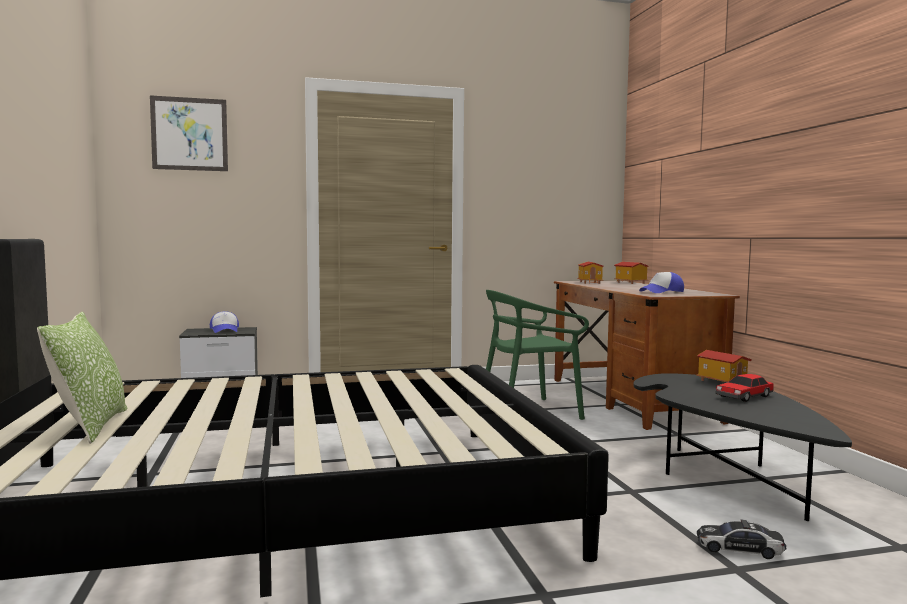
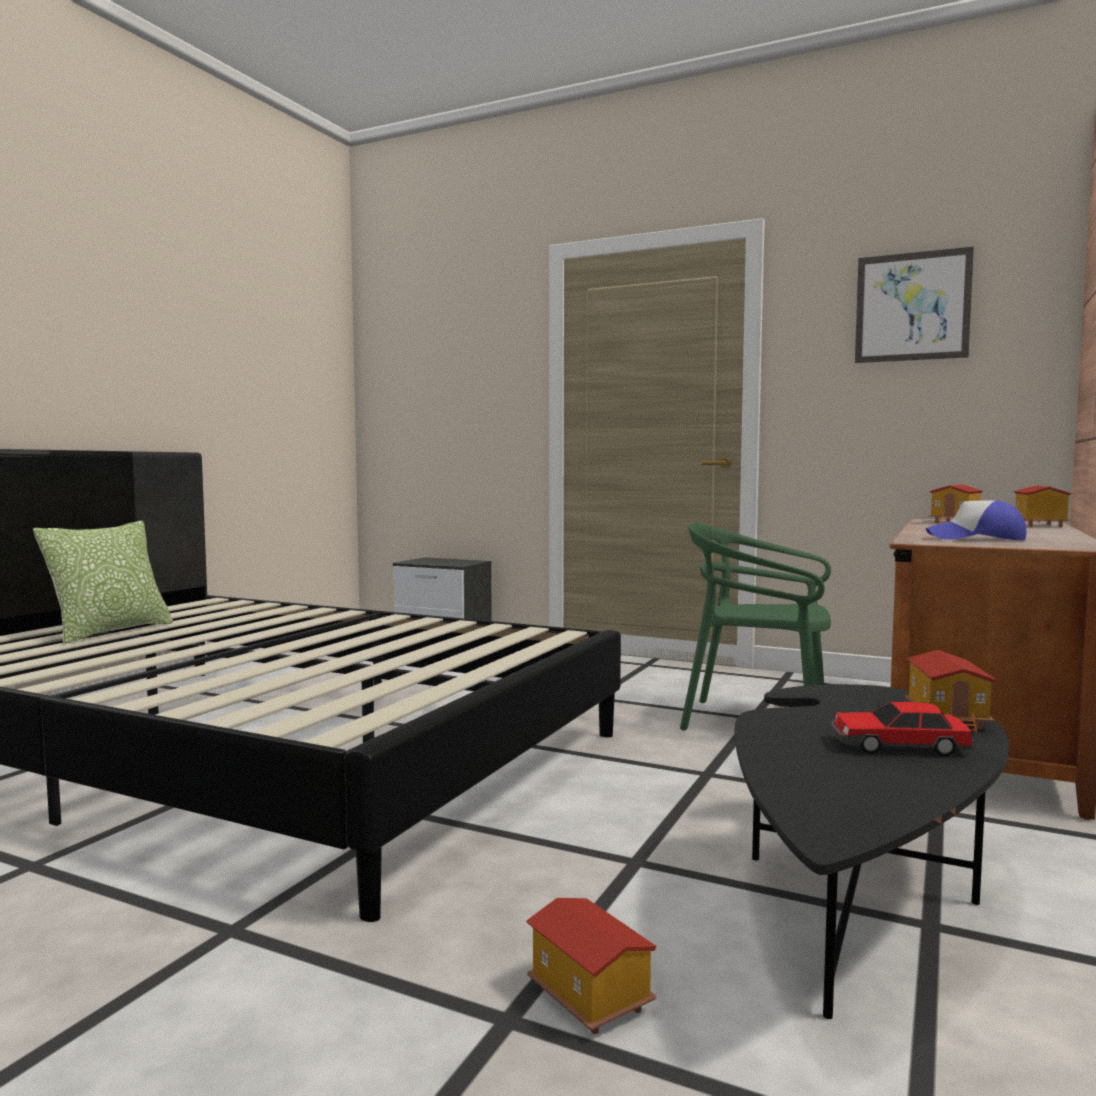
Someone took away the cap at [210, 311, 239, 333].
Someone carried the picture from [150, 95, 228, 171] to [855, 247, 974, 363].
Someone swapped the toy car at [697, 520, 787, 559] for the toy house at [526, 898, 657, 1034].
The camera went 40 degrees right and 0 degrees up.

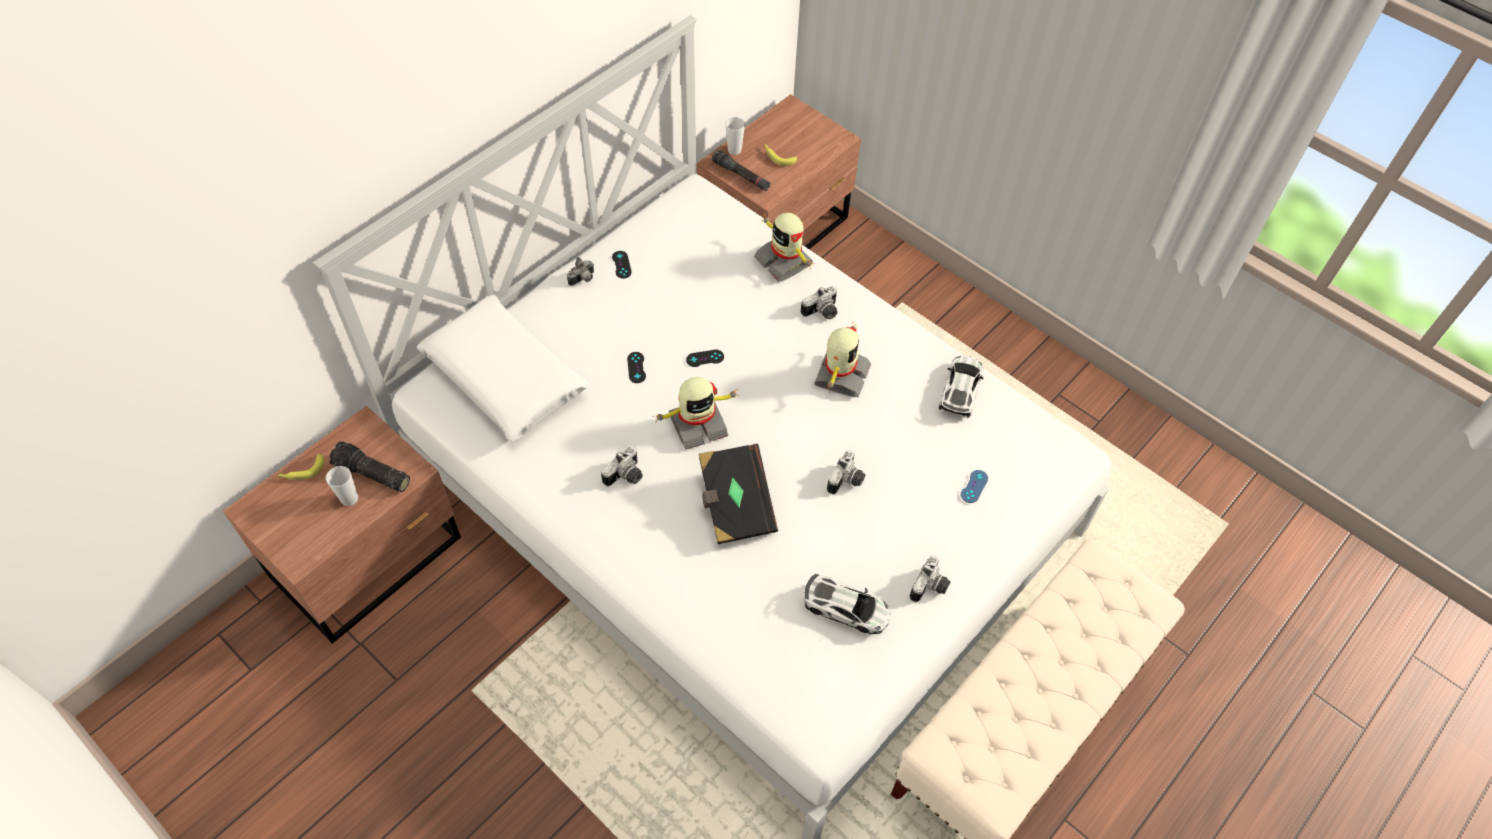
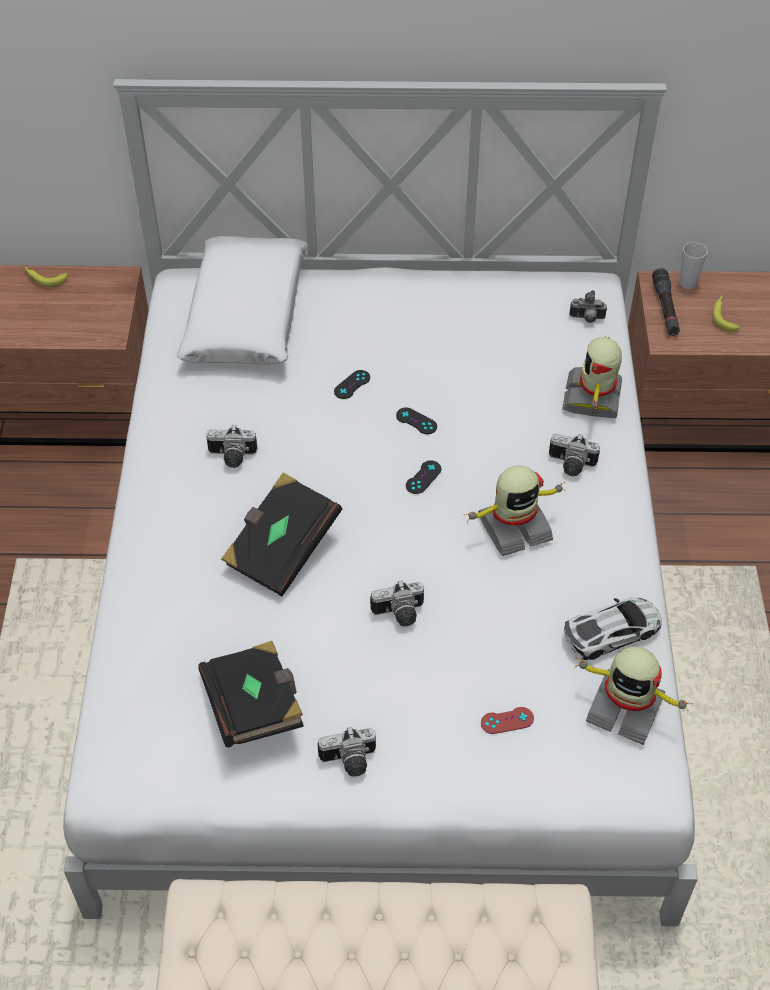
Someone took away the drinking cup at [326, 466, 358, 506].
Someone took away the torch at [329, 442, 410, 492].
Someone carried the photo camera from [567, 257, 594, 286] to [569, 290, 607, 323].
Someone carried the blackish joypad from [612, 251, 632, 279] to [406, 460, 441, 494].
Someone carried the model robot from [653, 377, 739, 449] to [574, 647, 693, 745].
Someone swapped the toy car at [805, 574, 891, 634] for the blackish bound book at [198, 641, 304, 748].
Someone repainted the blue-coloured joypad at [961, 470, 988, 503], which became the red joypad at [481, 707, 534, 734].
The camera went 50 degrees right and 5 degrees down.

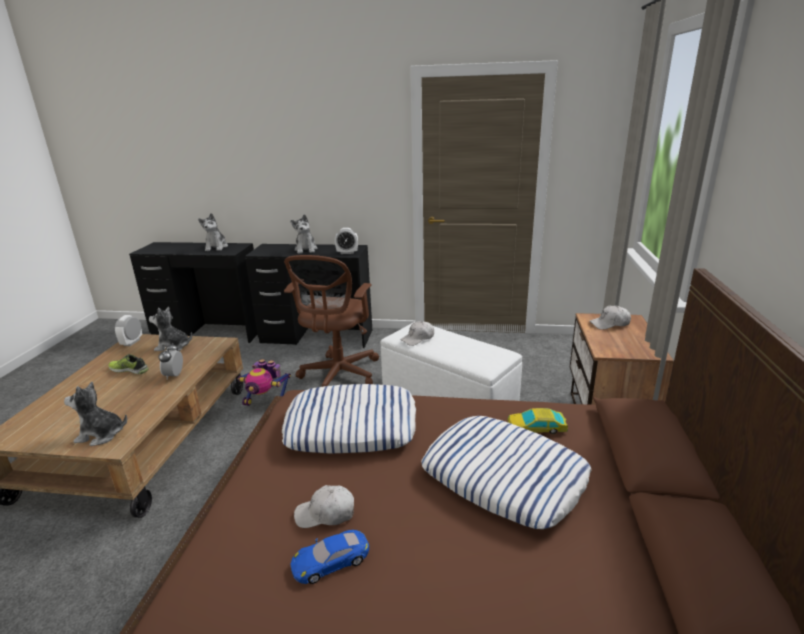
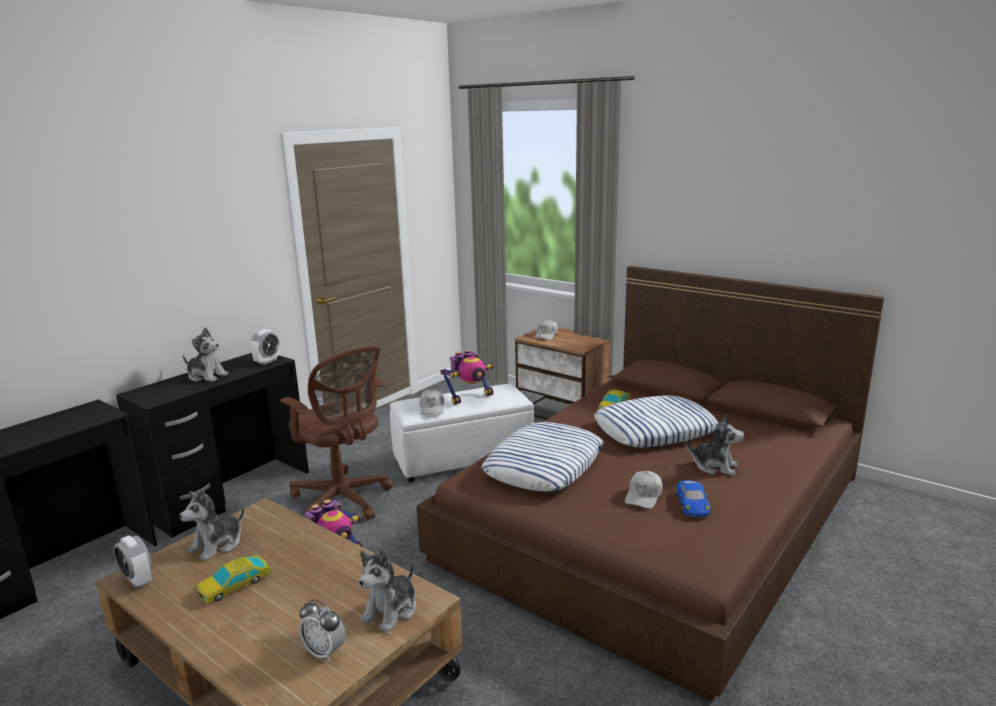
Someone put down the model robot at [440, 350, 493, 405].
Someone carried the alarm clock from [159, 342, 183, 380] to [299, 599, 346, 662].
Someone carried the plush toy from [198, 213, 228, 251] to [686, 414, 744, 476].
Someone swapped the shoe at [108, 354, 149, 374] for the toy car at [197, 556, 272, 604].
The camera went 60 degrees left and 5 degrees down.

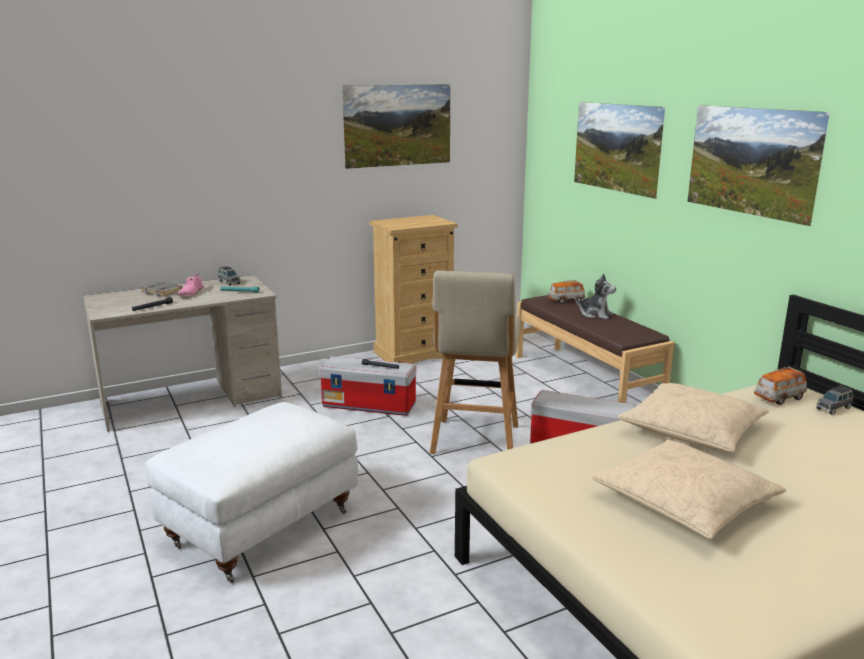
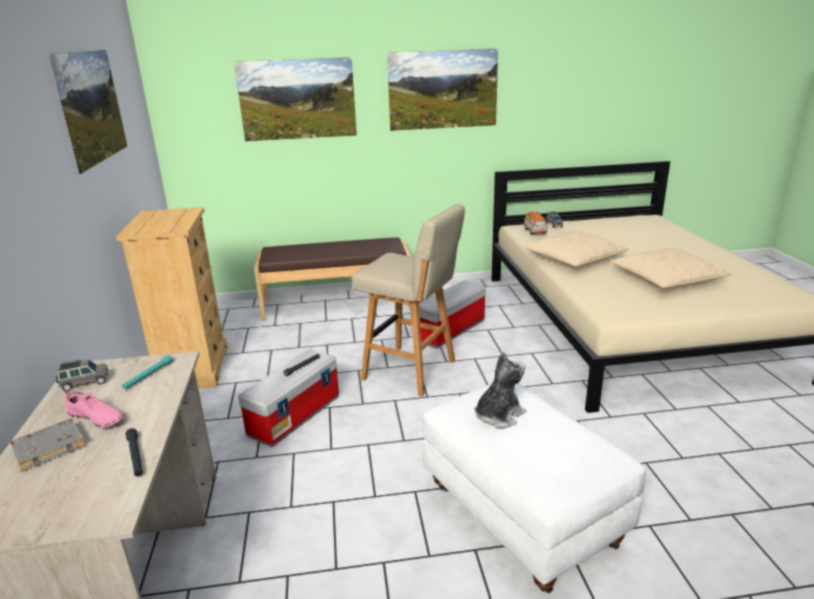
Someone took away the toy car at [548, 280, 586, 304].
Someone carried the plush toy from [575, 274, 616, 319] to [475, 352, 526, 428].
The camera went 70 degrees left and 5 degrees up.

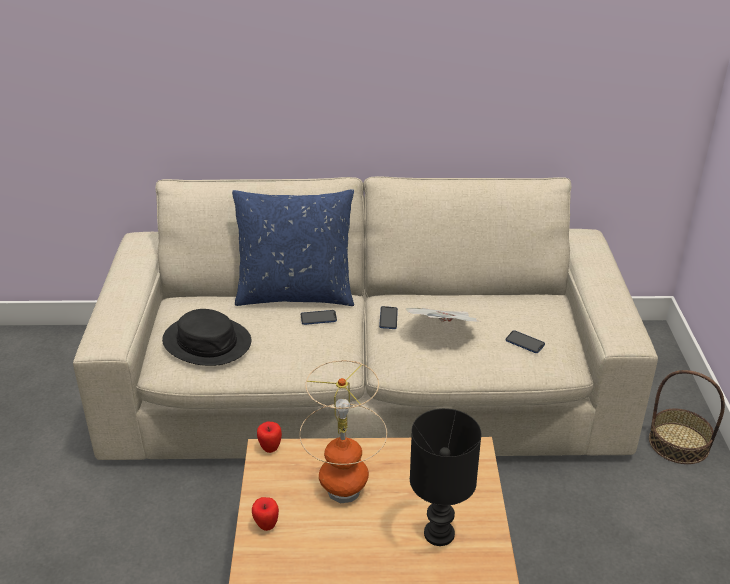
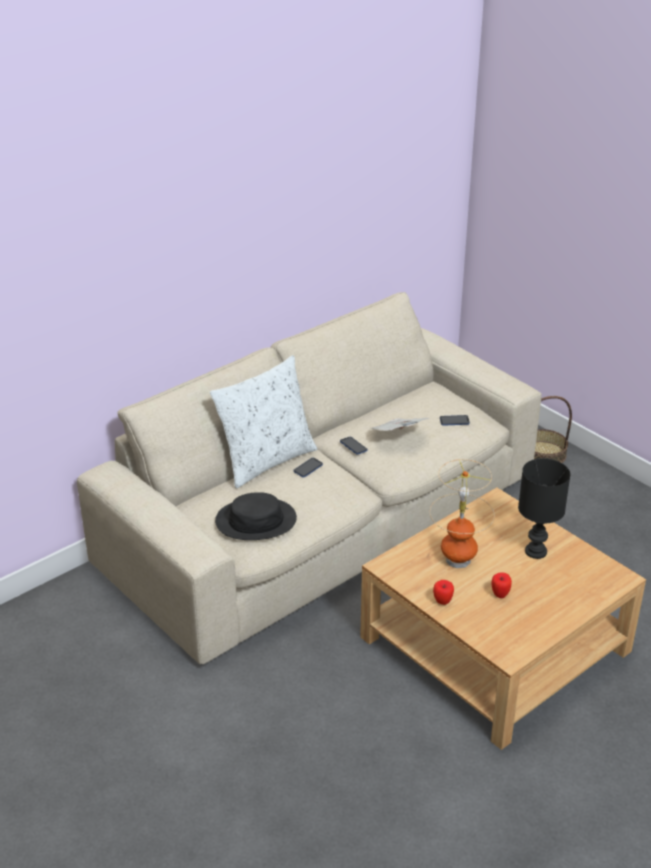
Someone carried the apple from [257, 421, 282, 453] to [491, 572, 512, 598].
Someone repainted the blue-coloured throw pillow at [232, 189, 354, 306], which became the white throw pillow at [210, 355, 317, 489].
The camera went 40 degrees left and 0 degrees up.

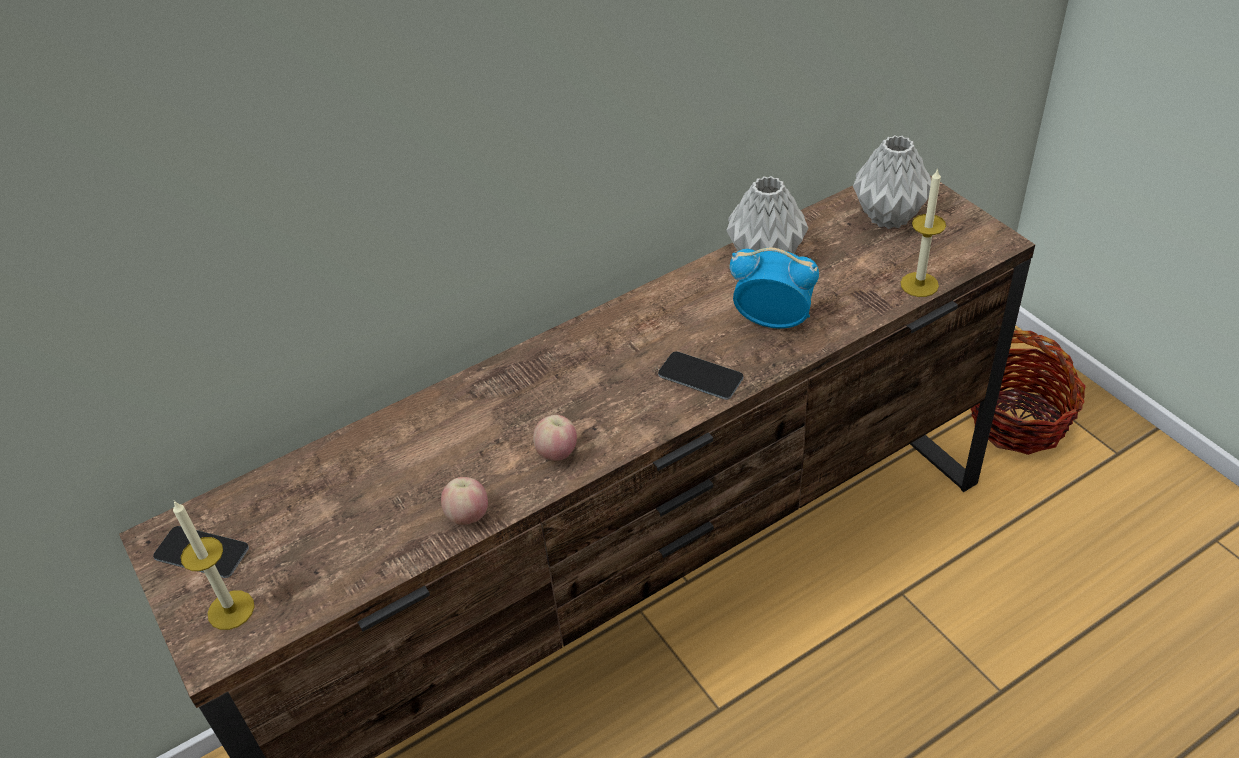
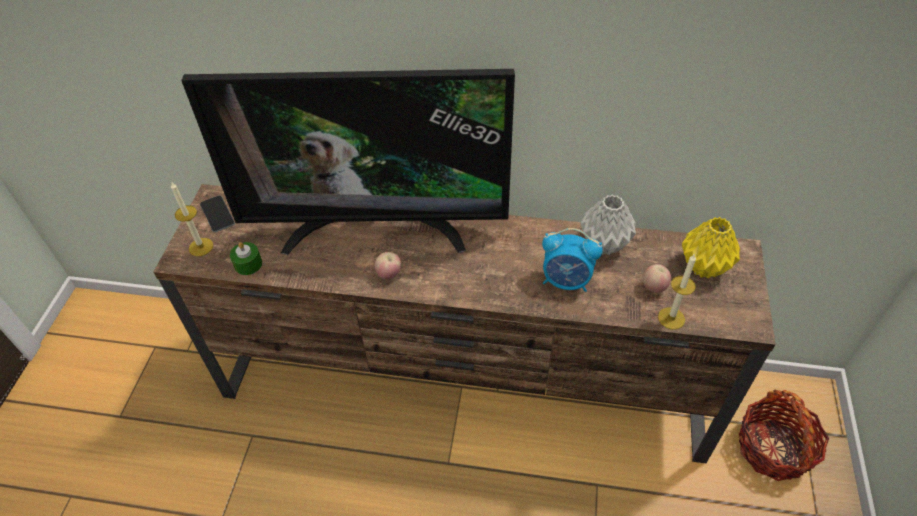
Someone took away the telephone at [658, 352, 744, 400].
Someone put down the television at [181, 69, 515, 255].
Someone put down the greenish wax light at [230, 242, 262, 275].
Someone carried the apple from [441, 477, 488, 525] to [643, 264, 671, 293].
Someone repainted the grey vase at [853, 135, 931, 229], which became the yellow vase at [682, 217, 740, 279].
Someone rotated the alarm clock at [730, 248, 819, 329] by 135 degrees clockwise.
The camera went 40 degrees right and 5 degrees up.

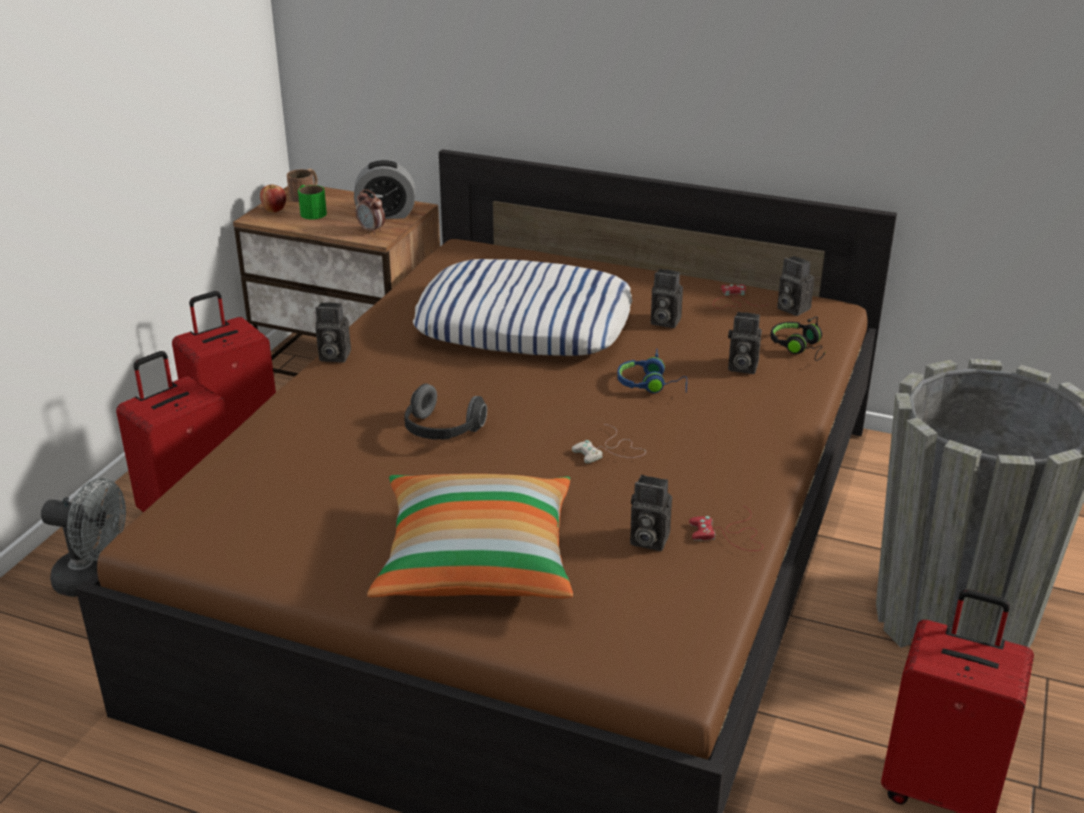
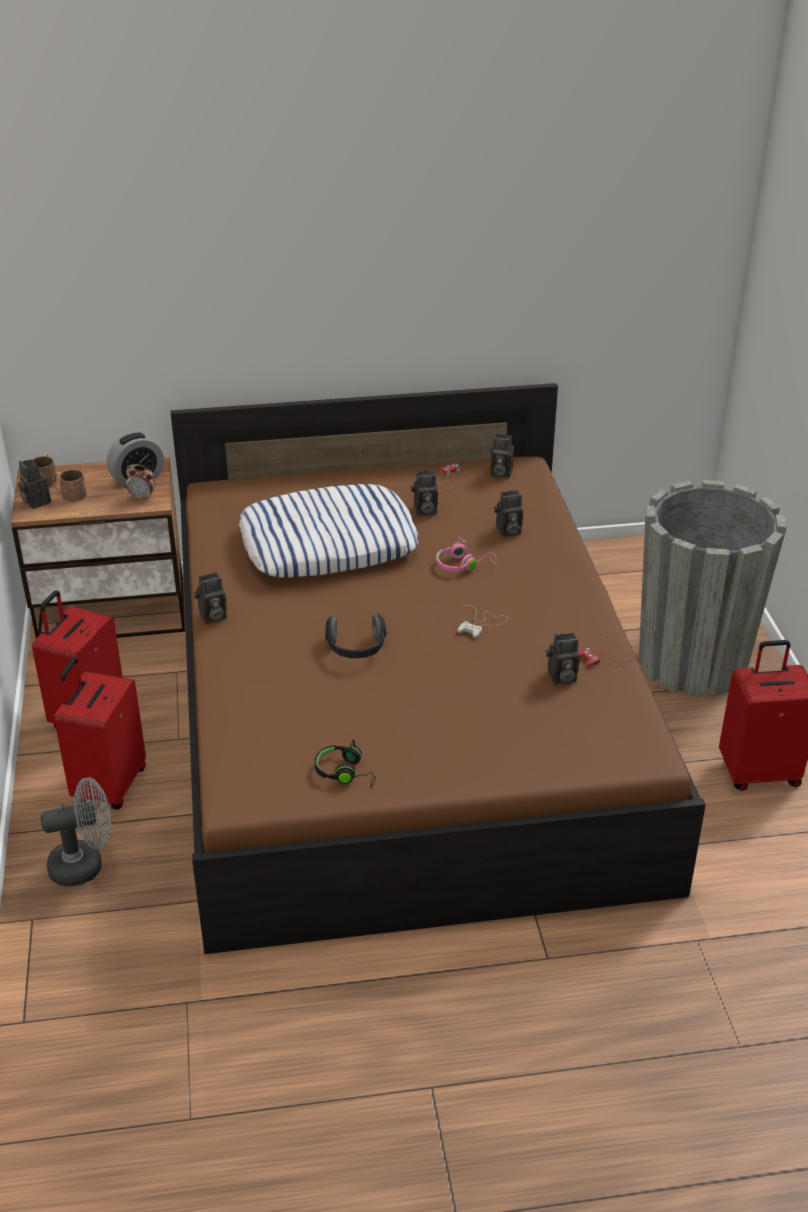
Someone took away the throw pillow at [367, 474, 573, 599].
Someone carried the blackish headset from [770, 316, 826, 361] to [314, 739, 376, 789].
Someone swapped the apple at [260, 185, 286, 213] for the photo camera at [18, 459, 51, 509].
Someone repainted the greenish mug at [298, 185, 327, 219], which became the brown mug at [52, 469, 87, 502].
Someone repainted the blue-coloured headset at [617, 349, 687, 393], which became the pink headset at [436, 537, 497, 572].
The camera went 30 degrees left and 5 degrees up.

